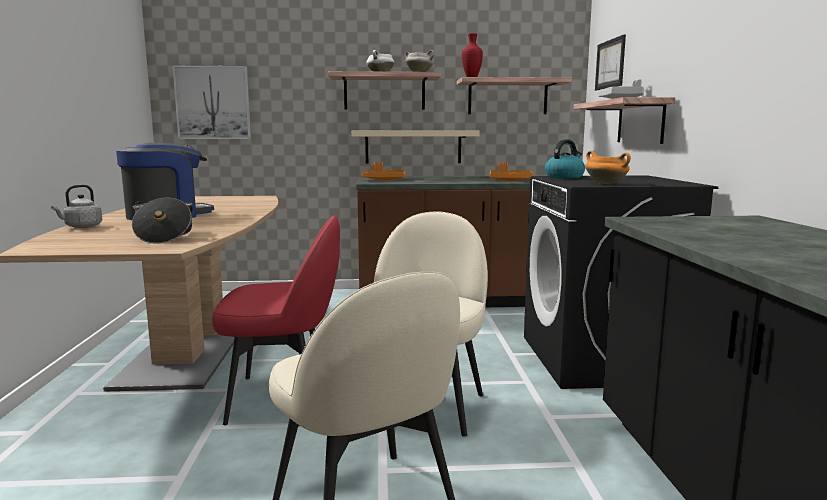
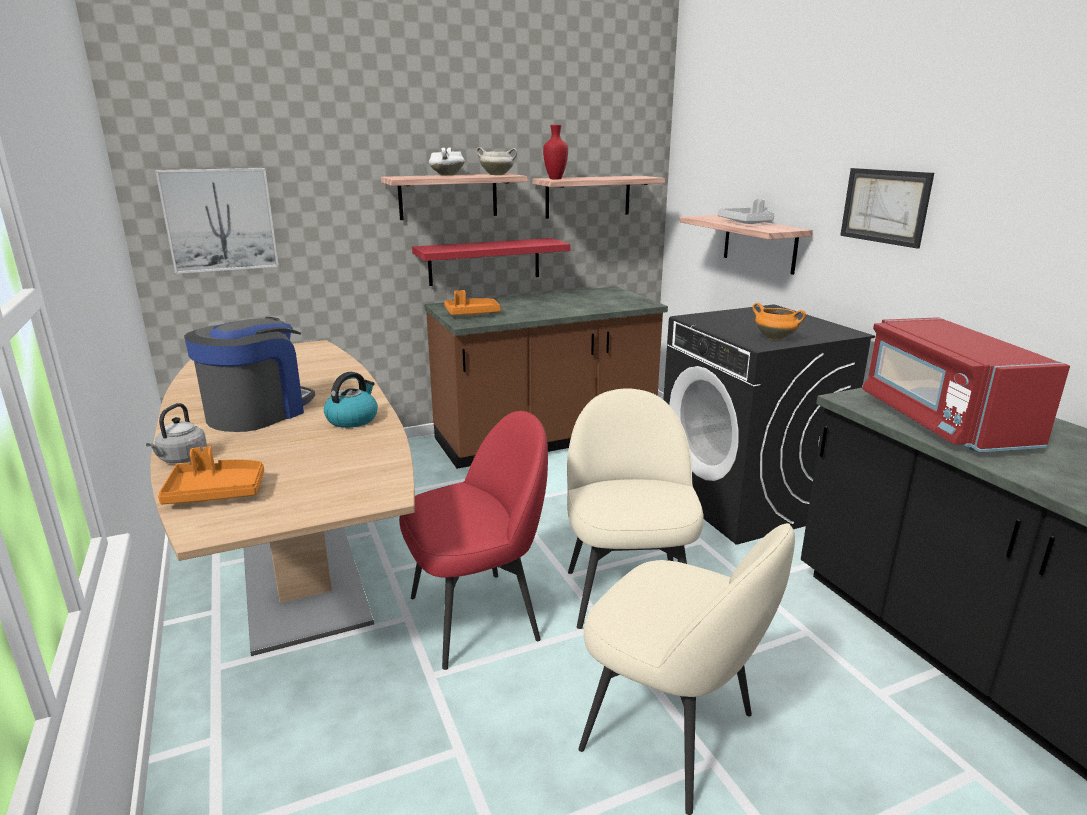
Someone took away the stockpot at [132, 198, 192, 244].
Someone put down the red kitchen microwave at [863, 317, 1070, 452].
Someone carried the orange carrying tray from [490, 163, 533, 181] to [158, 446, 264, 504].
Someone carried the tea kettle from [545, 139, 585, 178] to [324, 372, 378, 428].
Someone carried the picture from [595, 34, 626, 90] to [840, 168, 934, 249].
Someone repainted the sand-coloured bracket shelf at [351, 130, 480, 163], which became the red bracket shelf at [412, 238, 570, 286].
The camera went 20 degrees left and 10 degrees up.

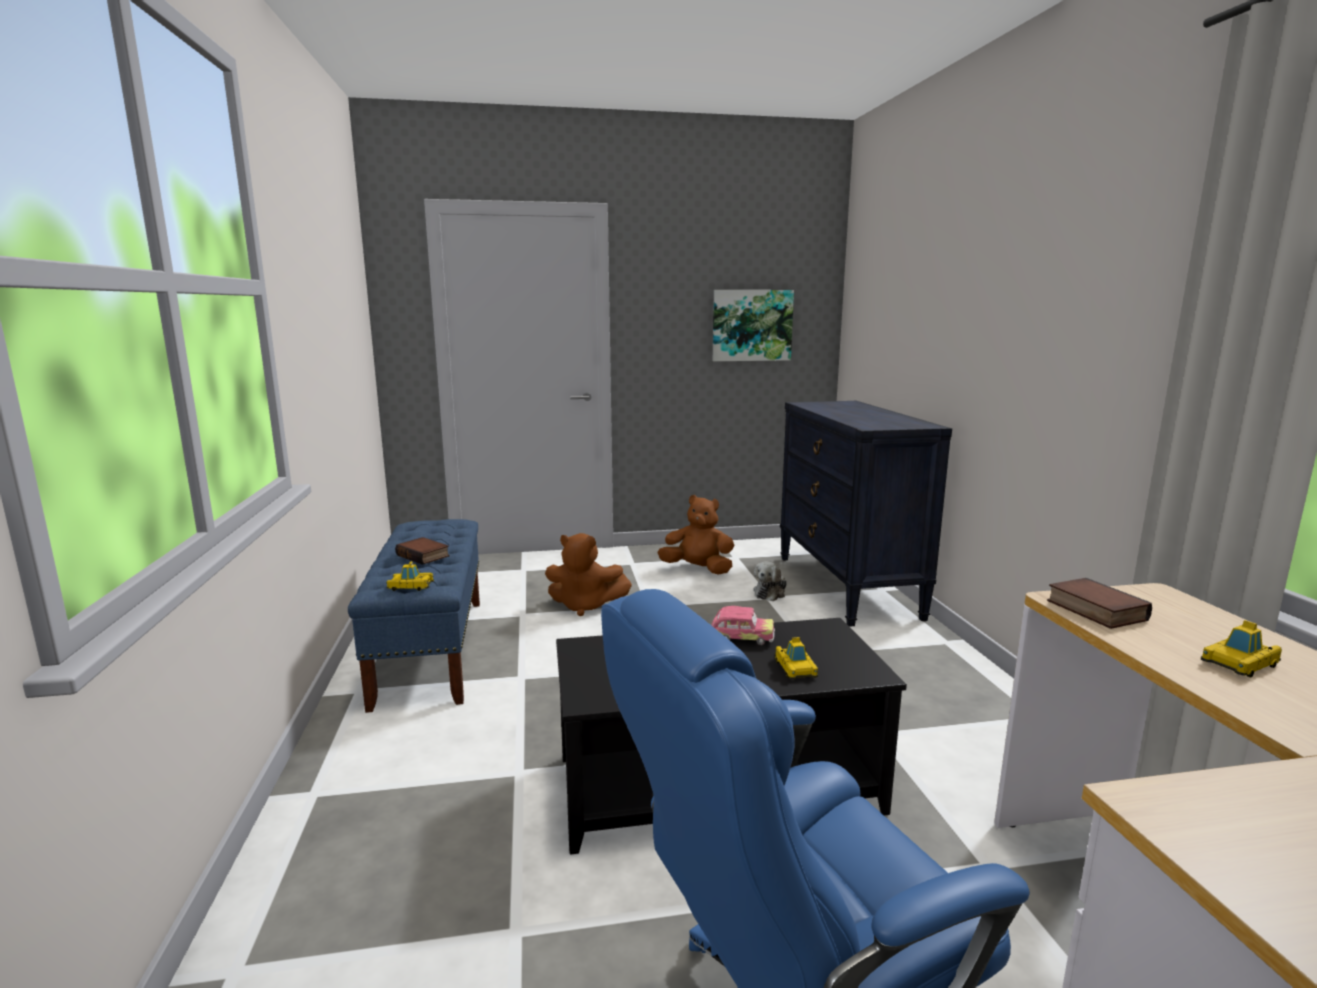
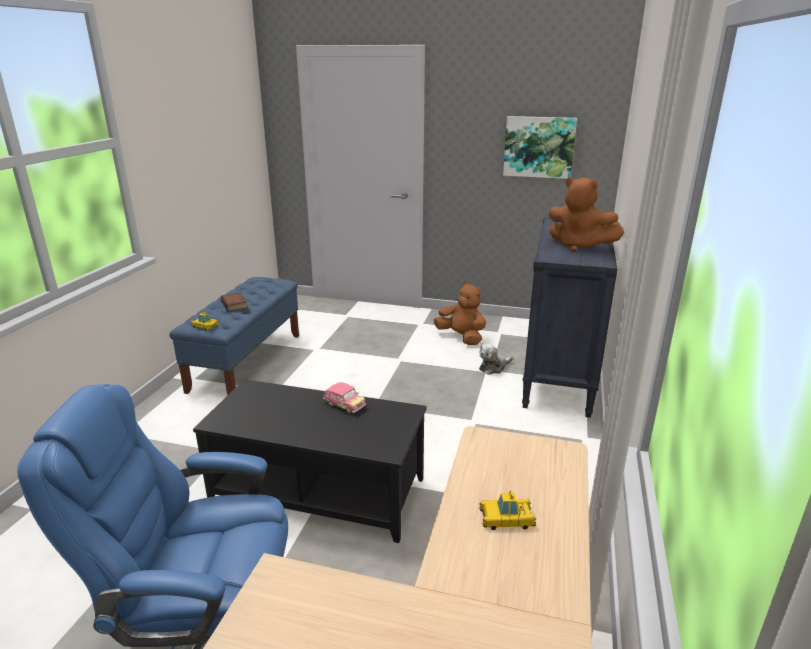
Someone took away the toy car at [775, 637, 818, 679].
Someone took away the bound book at [1047, 578, 1152, 629].
Someone carried the brown plush toy from [545, 533, 632, 616] to [548, 178, 624, 252].
The camera went 25 degrees right and 10 degrees up.

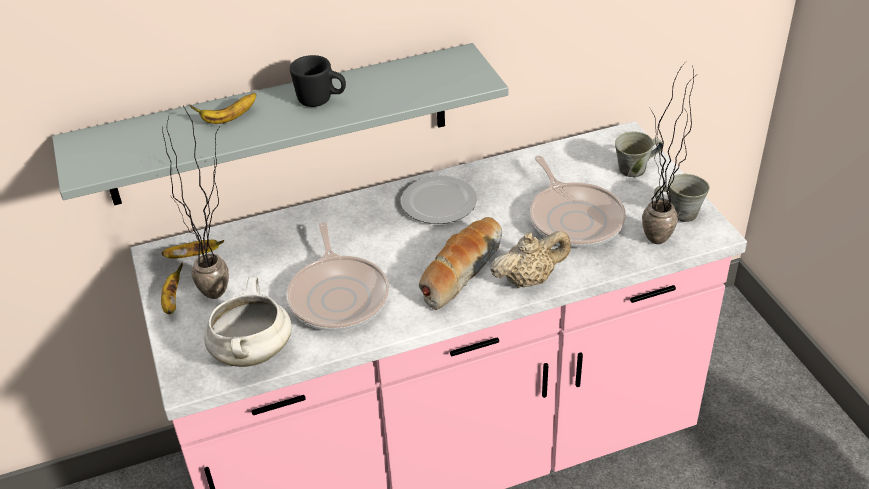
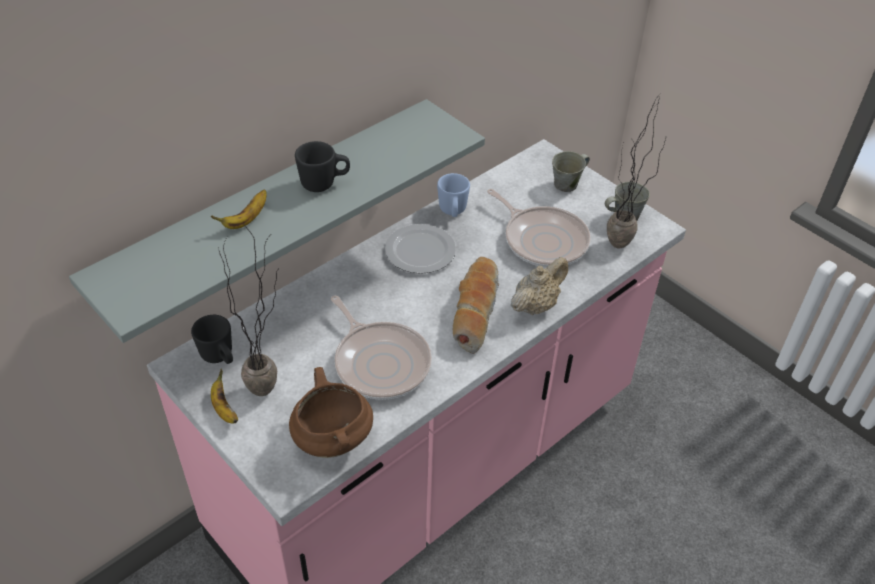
Someone put down the blue-coloured mug at [437, 173, 470, 217].
Someone swapped the banana at [162, 240, 224, 259] for the blackish mug at [191, 315, 233, 364].
Someone repainted the white stockpot at [204, 276, 292, 367], which became the brown stockpot at [289, 367, 373, 458].
The camera went 25 degrees left and 5 degrees up.

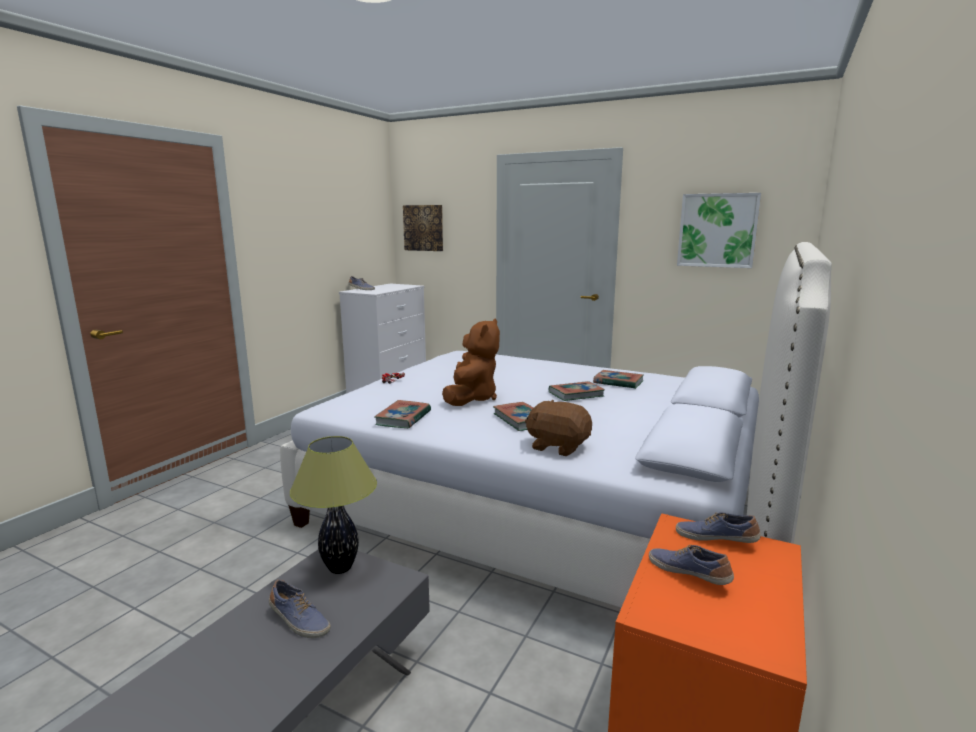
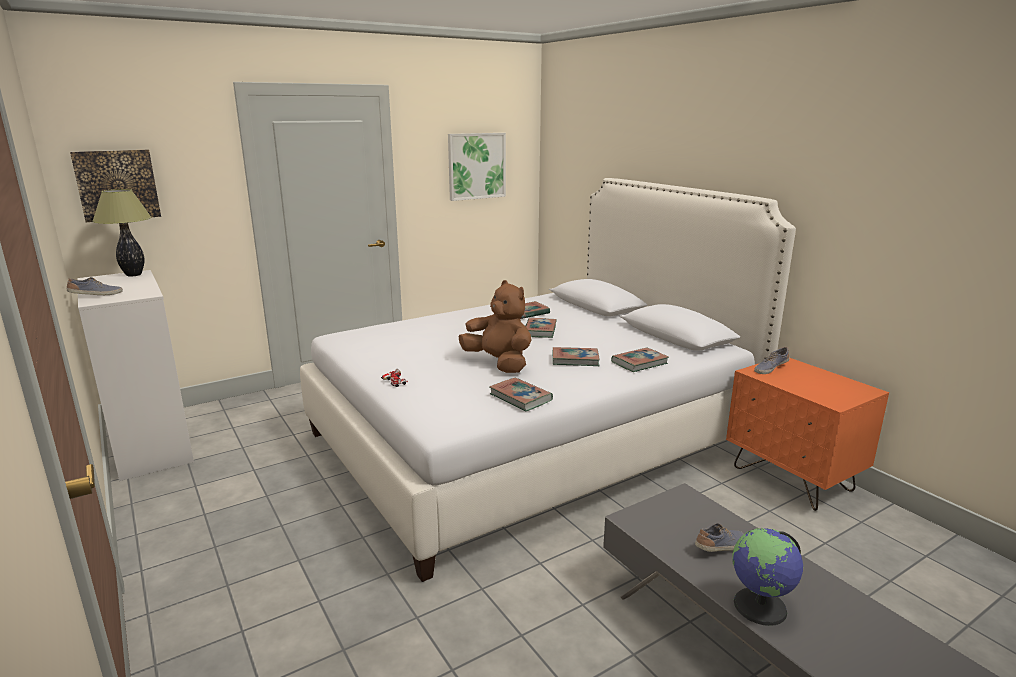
Someone took away the shoe at [649, 544, 734, 585].
Someone put down the globe at [732, 528, 803, 626].
Someone carried the table lamp from [290, 436, 377, 574] to [92, 189, 152, 276].
Someone swapped the brown plush toy at [525, 400, 592, 456] for the bound book at [611, 348, 669, 372].
The camera went 60 degrees left and 5 degrees up.

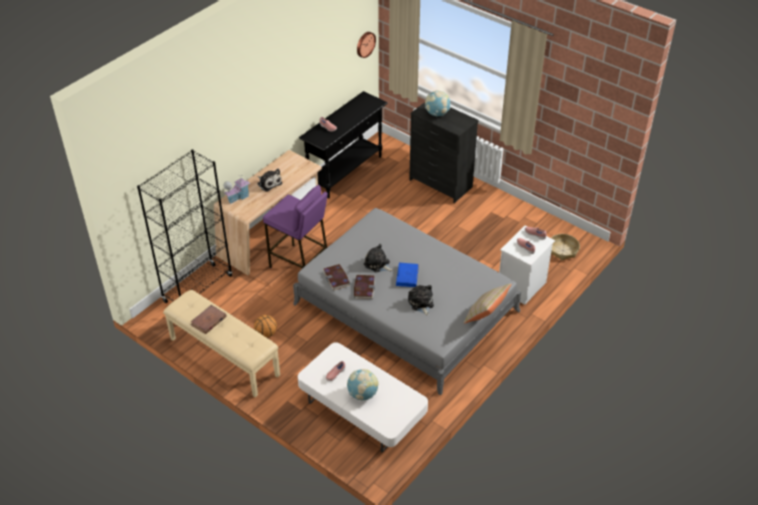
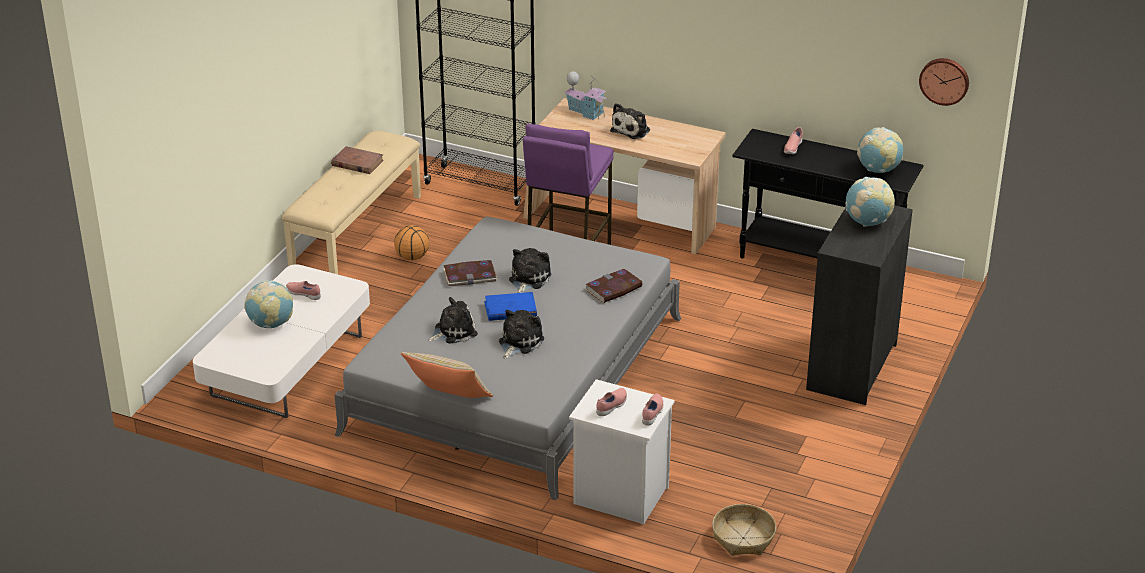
Someone put down the plush toy at [499, 310, 544, 359].
Someone put down the globe at [857, 127, 903, 173].
Someone carried the bound book from [323, 264, 350, 290] to [585, 269, 643, 303].
The camera went 75 degrees right and 10 degrees down.

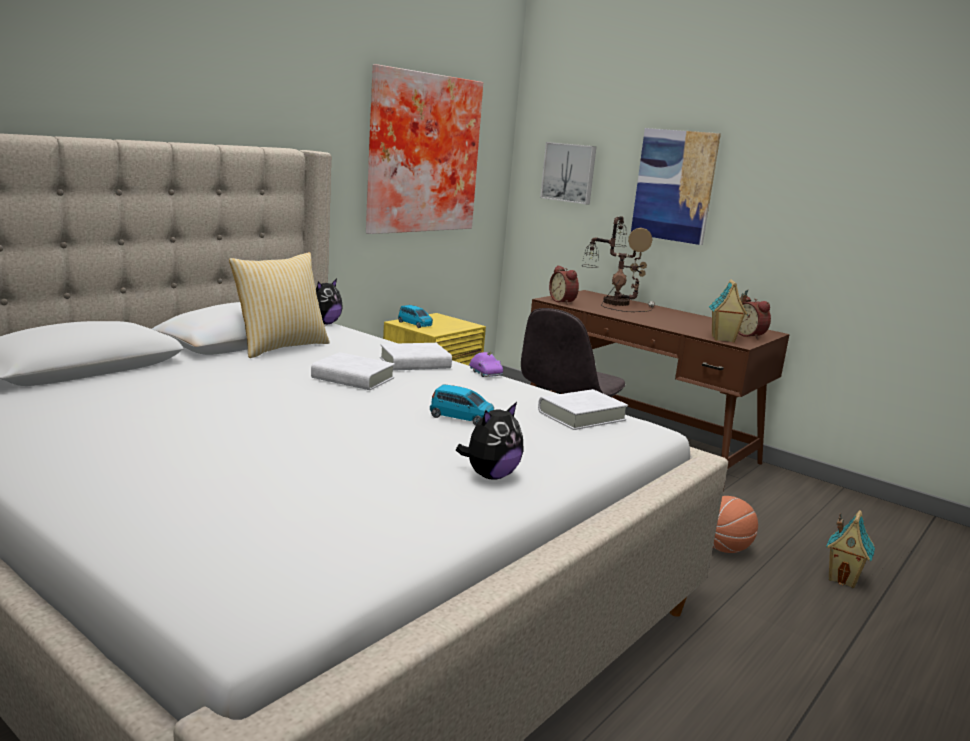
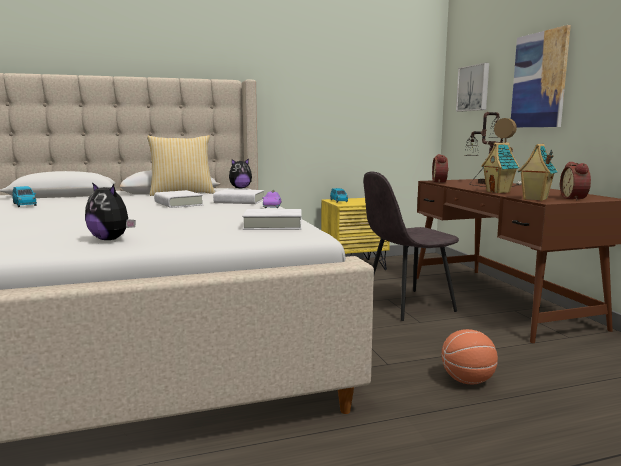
Someone took away the picture at [366, 64, 483, 234].
Someone carried the blue-coloured toy car from [430, 384, 494, 426] to [12, 186, 37, 207].
Someone carried the toy house from [826, 510, 875, 588] to [481, 142, 519, 193].
Someone rotated the plush toy at [456, 402, 524, 480] by 45 degrees clockwise.
The camera went 35 degrees right and 5 degrees down.

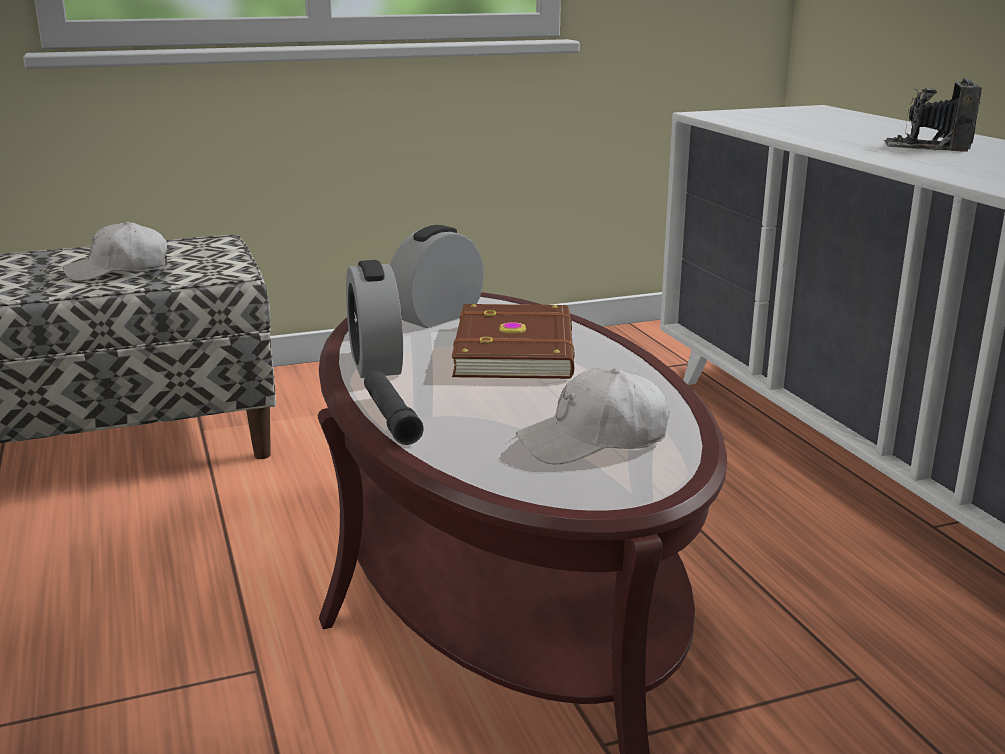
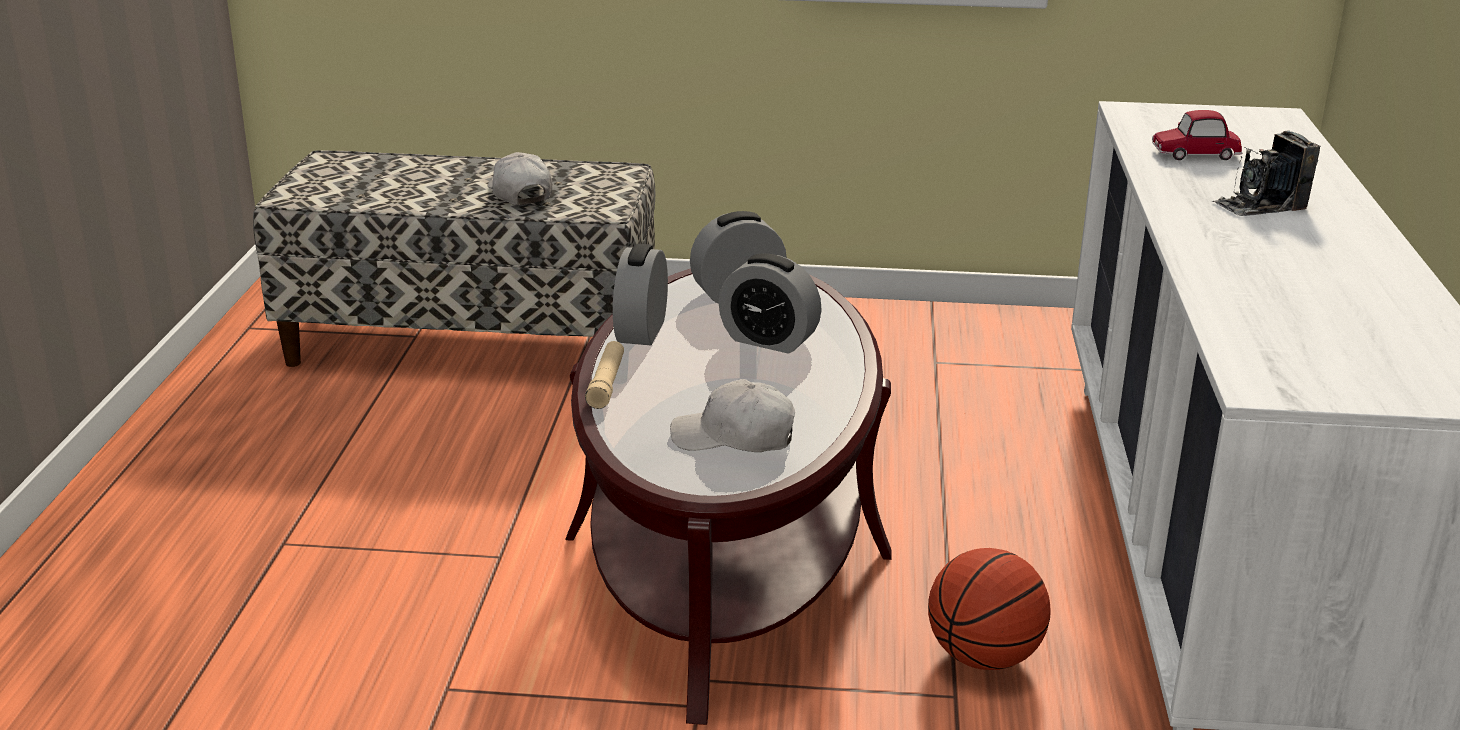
Someone put down the basketball at [928, 548, 1050, 670].
Someone put down the toy car at [1152, 110, 1242, 160].
Someone swapped the brown bound book at [452, 304, 574, 379] for the alarm clock at [718, 254, 822, 354].
Someone repainted the blackish torch at [364, 371, 424, 445], which became the sand-coloured torch at [585, 341, 624, 409].
Someone rotated the white cap at [63, 221, 168, 281] by 60 degrees clockwise.
Someone rotated the photo camera at [884, 78, 982, 152] by 60 degrees counterclockwise.
The camera went 25 degrees right and 5 degrees up.

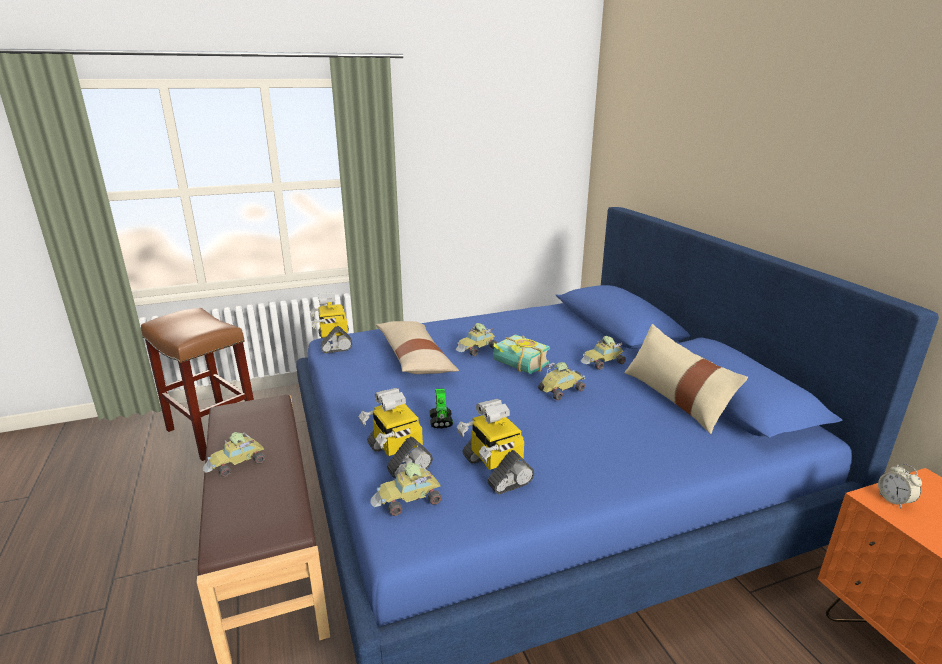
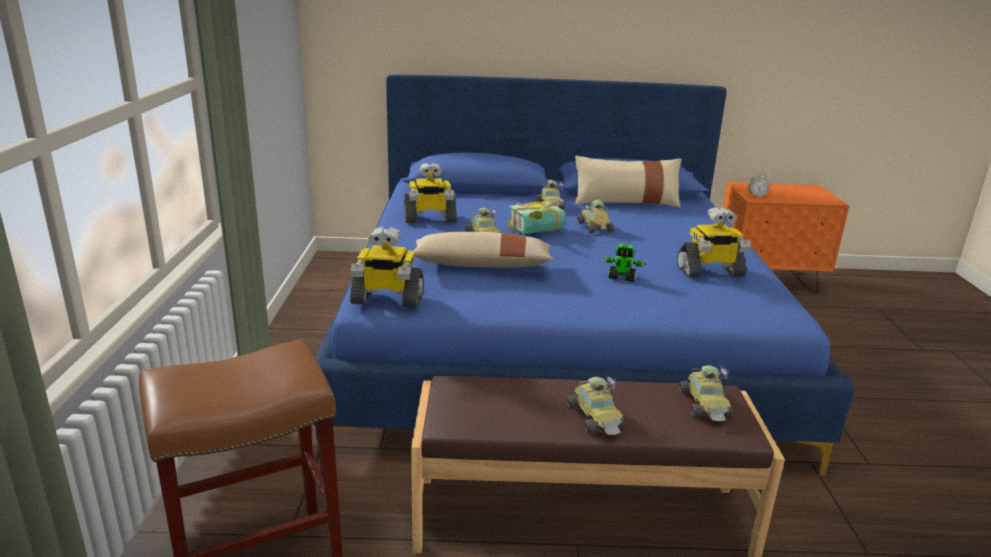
Someone carried the model robot from [358, 388, 433, 478] to [404, 163, 457, 223].
Someone carried the toy car from [370, 462, 442, 516] to [679, 365, 732, 421].
The camera went 70 degrees left and 0 degrees up.

